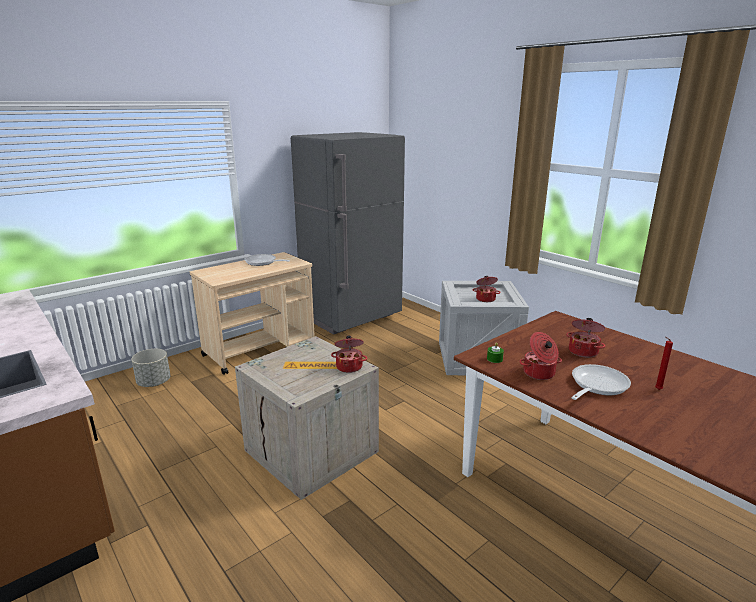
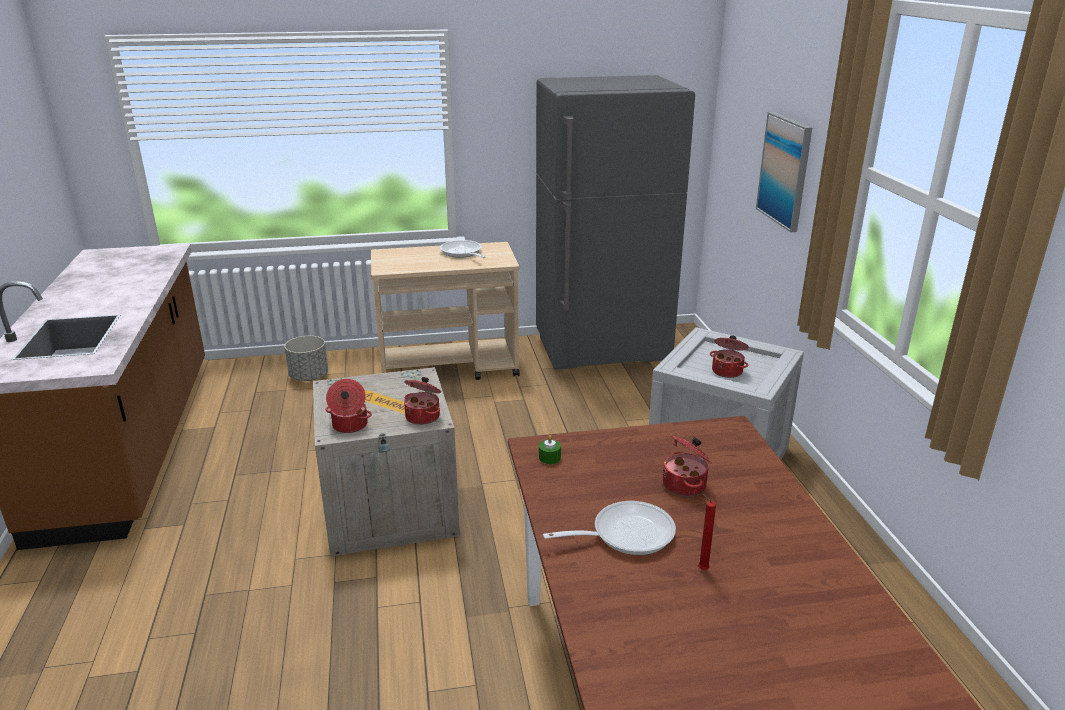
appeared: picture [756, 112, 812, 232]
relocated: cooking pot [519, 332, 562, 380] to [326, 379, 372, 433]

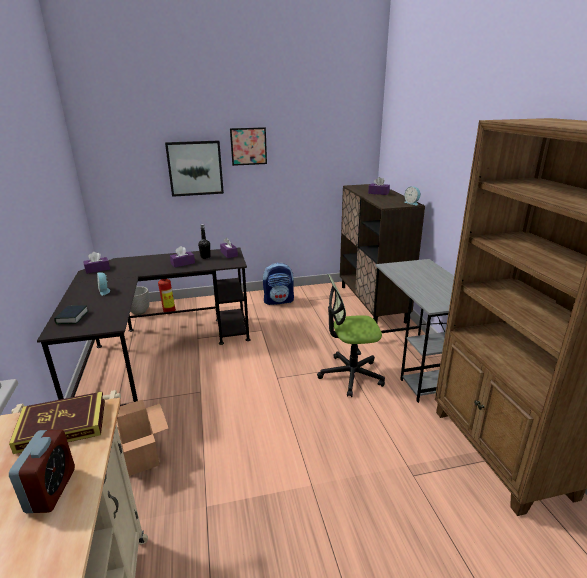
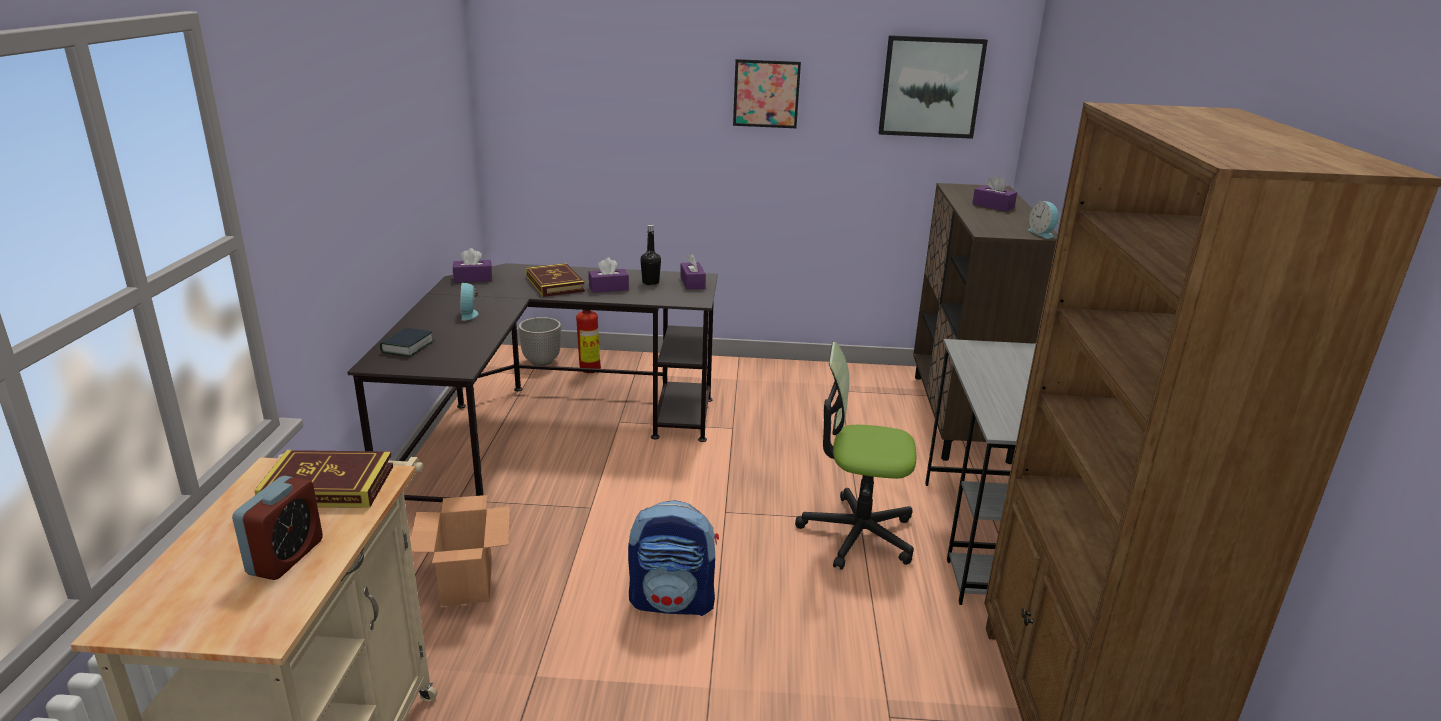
appeared: book [526, 263, 585, 297]
relocated: picture [165, 140, 224, 197] to [879, 35, 988, 139]; backpack [263, 263, 294, 305] to [628, 500, 719, 616]

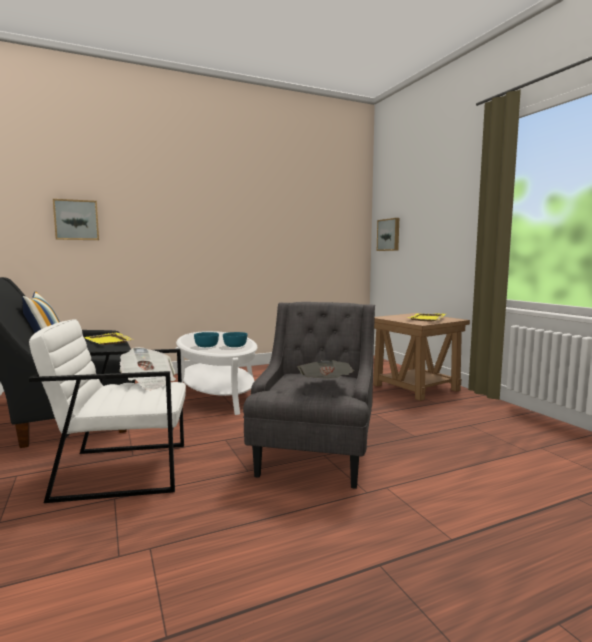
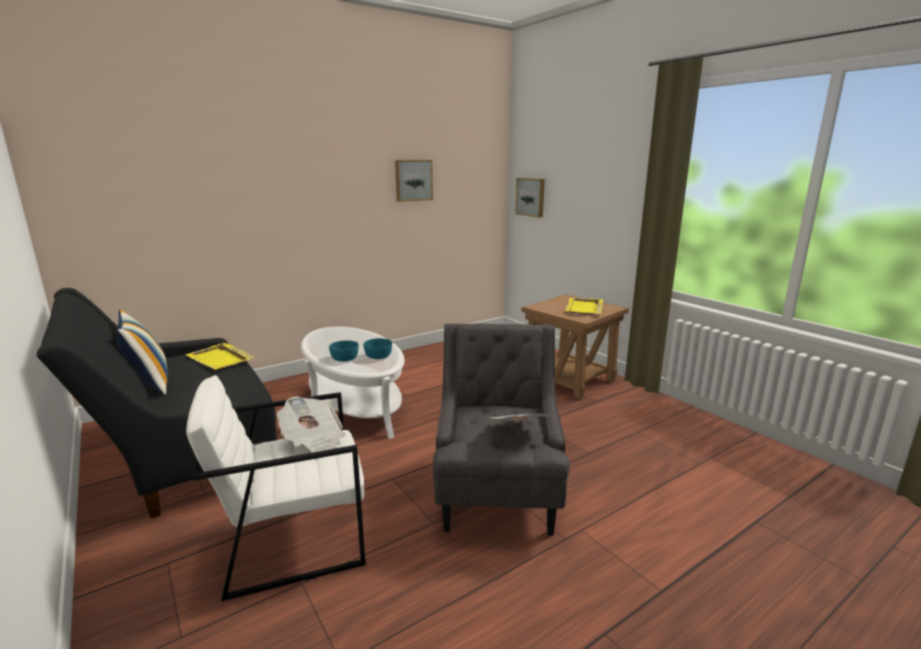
relocated: picture [53, 199, 99, 240] to [395, 160, 433, 202]

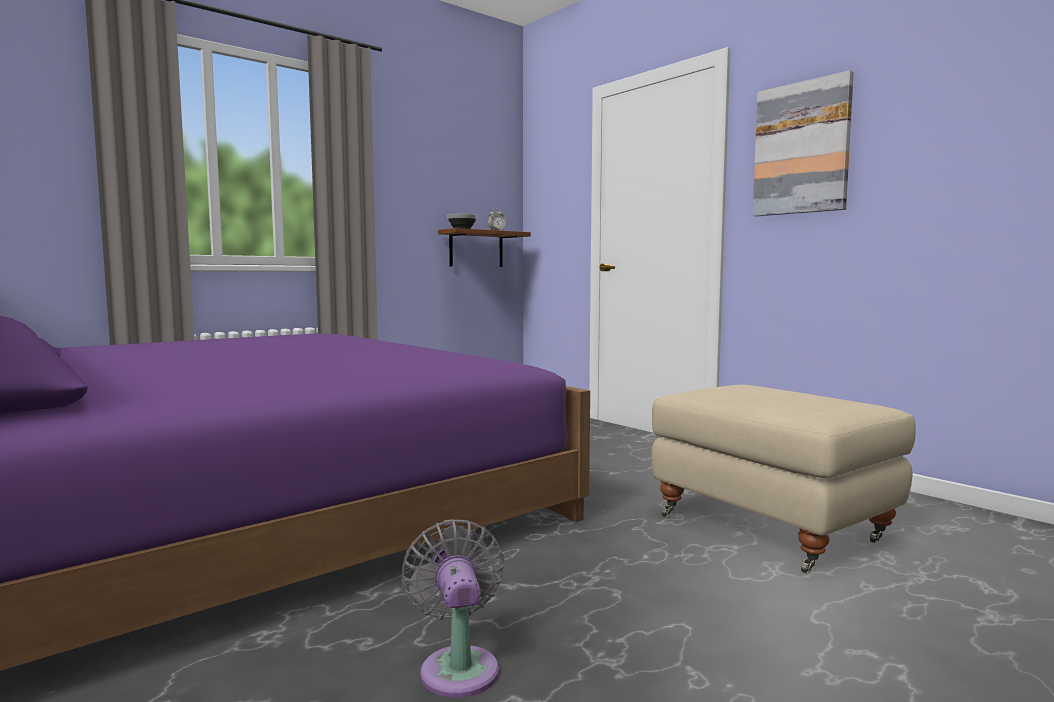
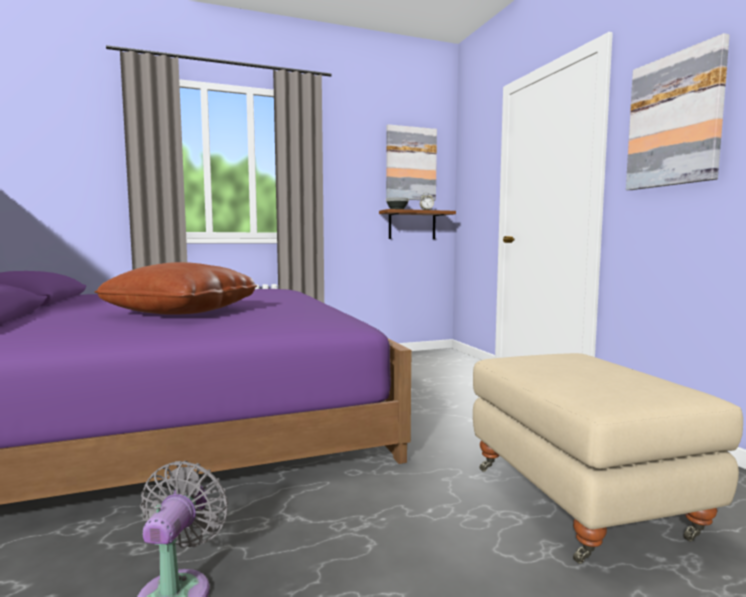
appeared: pillow (brown) [95, 262, 257, 315]; picture [386, 124, 437, 201]

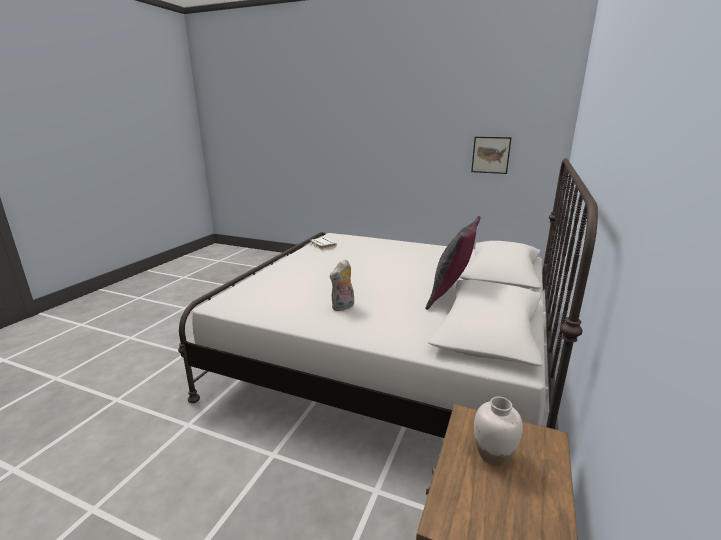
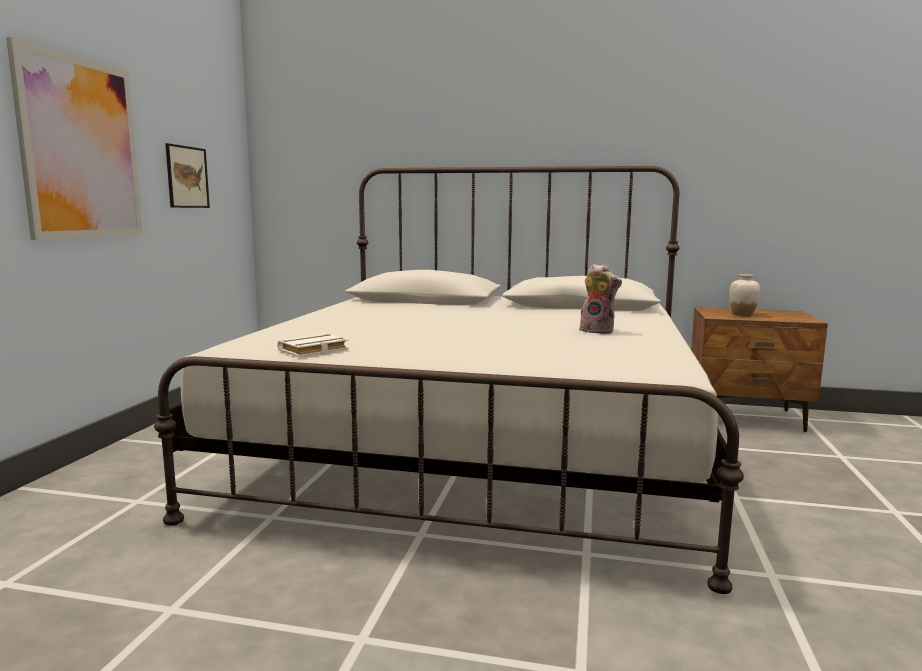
missing: pillow (grey) [426, 216, 481, 310]
appeared: picture [6, 37, 143, 240]

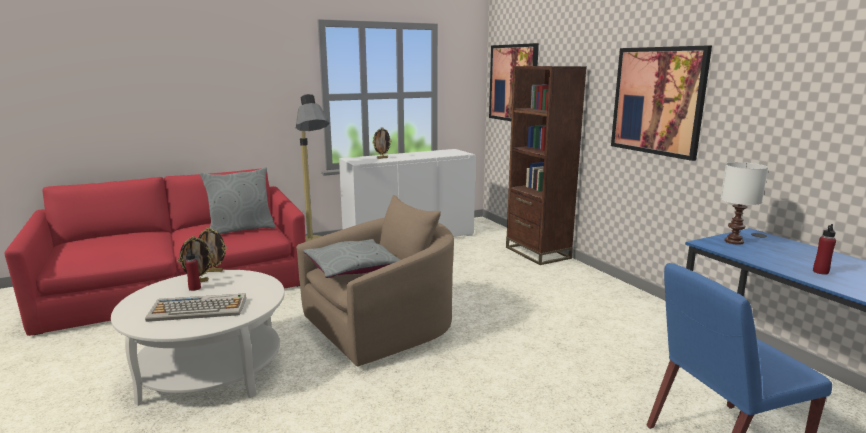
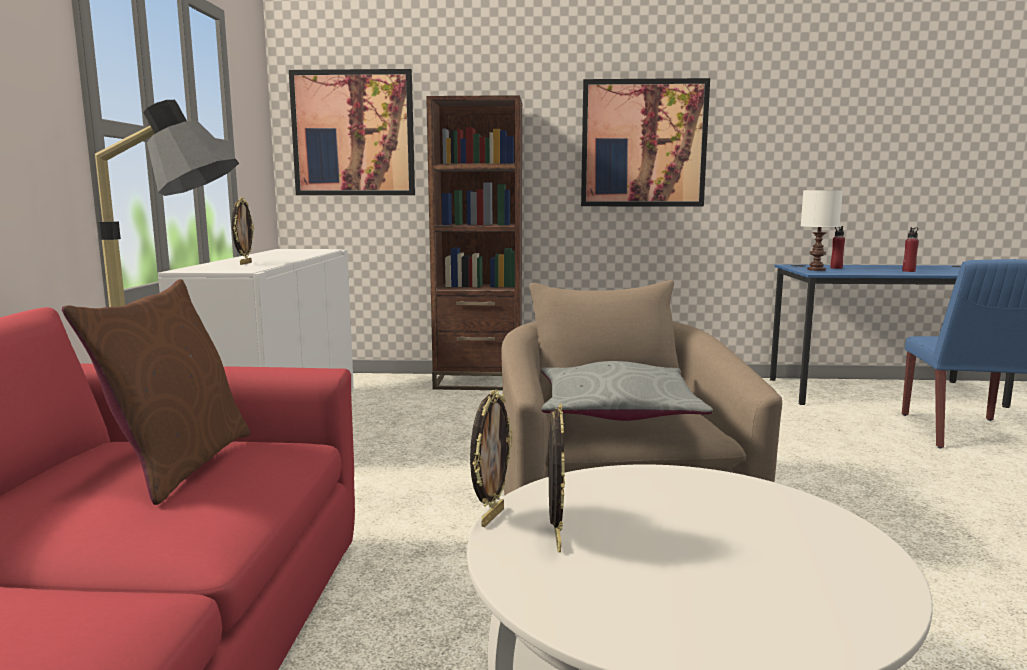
missing: keyboard [145, 293, 246, 322]
relocated: bottle (red) [185, 248, 201, 291] to [830, 226, 845, 269]
colour: pillow (grey) [200, 167, 275, 234] to pillow (brown) [62, 279, 250, 505]

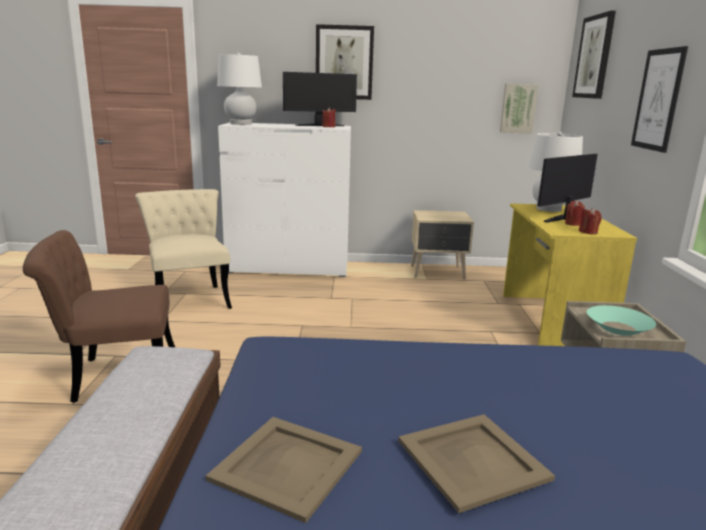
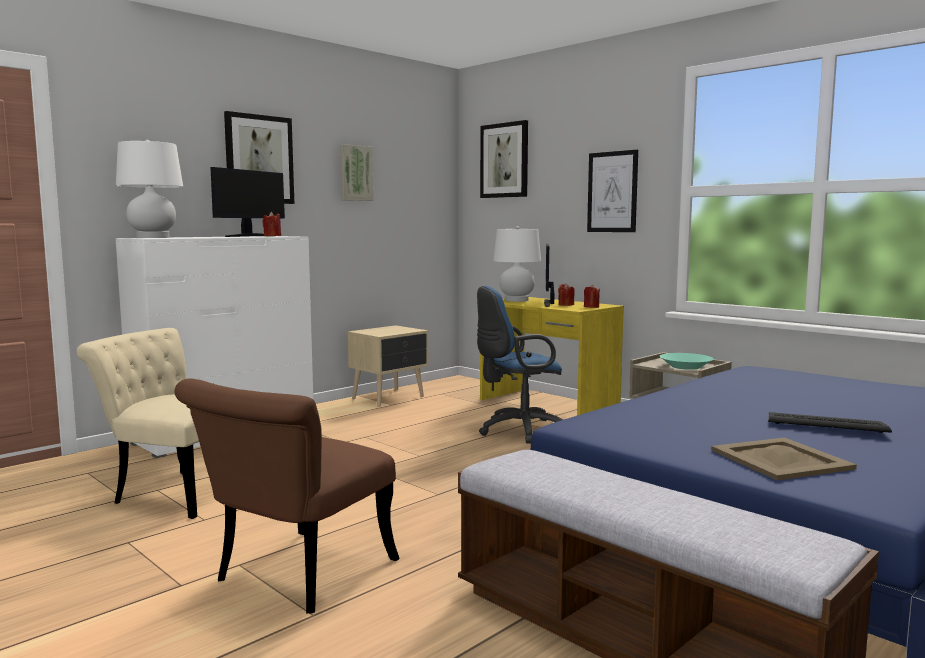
appeared: office chair (blue) [477, 286, 563, 444]
relocated: picture [500, 84, 538, 134] to [340, 144, 373, 201]
exchanged: tray (beige) [398, 414, 555, 513] to keyboard [768, 412, 892, 433]

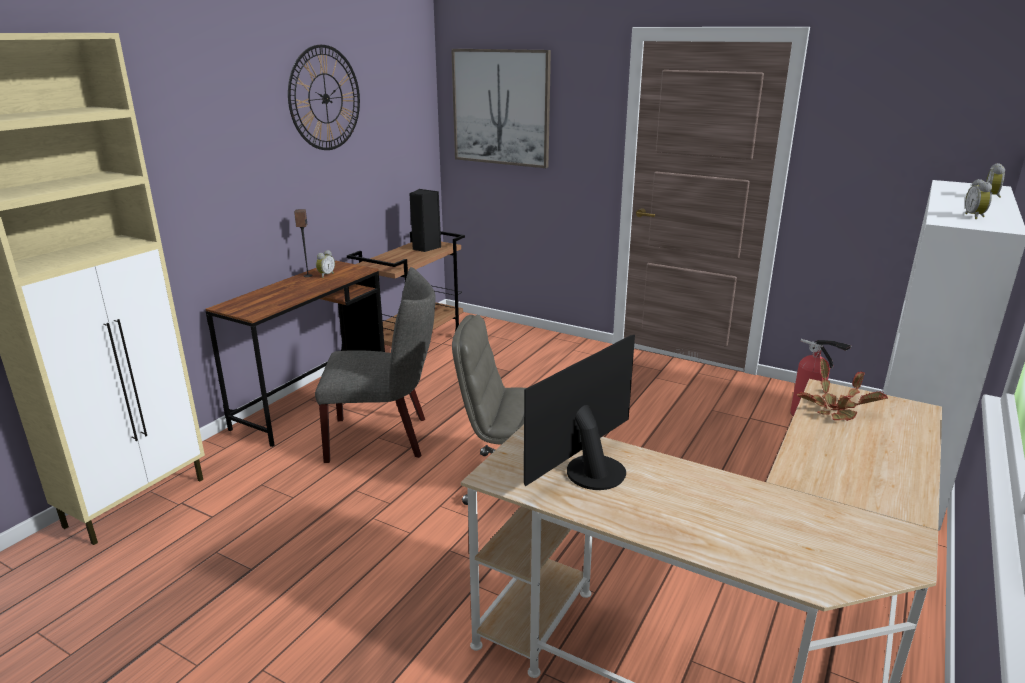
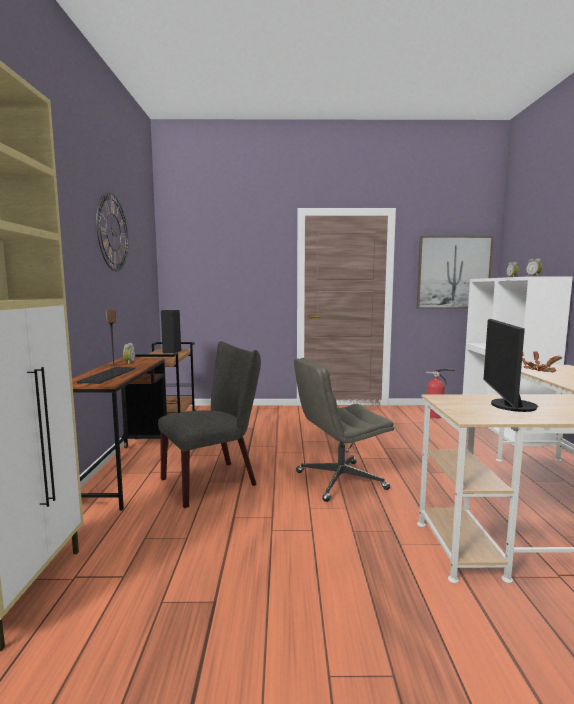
appeared: keyboard [77, 367, 136, 384]
relocated: picture [451, 49, 551, 168] to [417, 236, 494, 309]

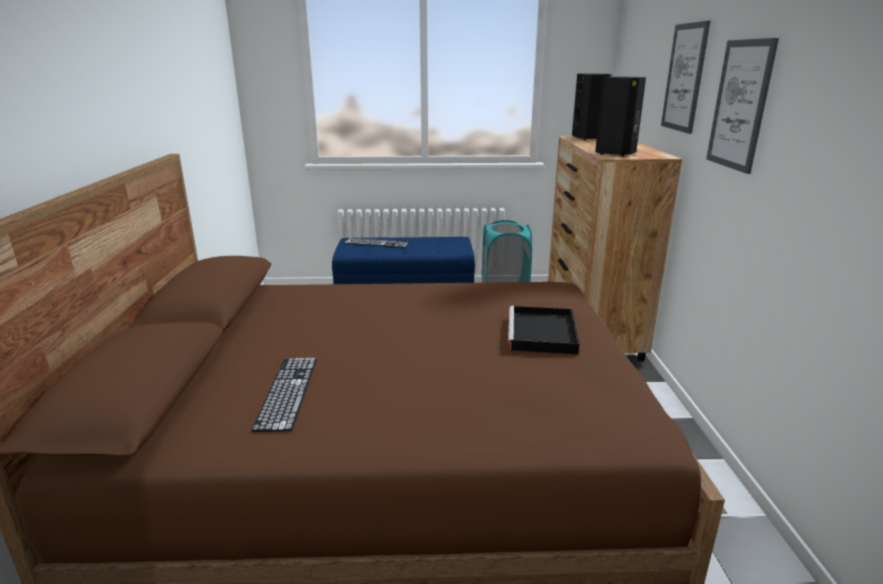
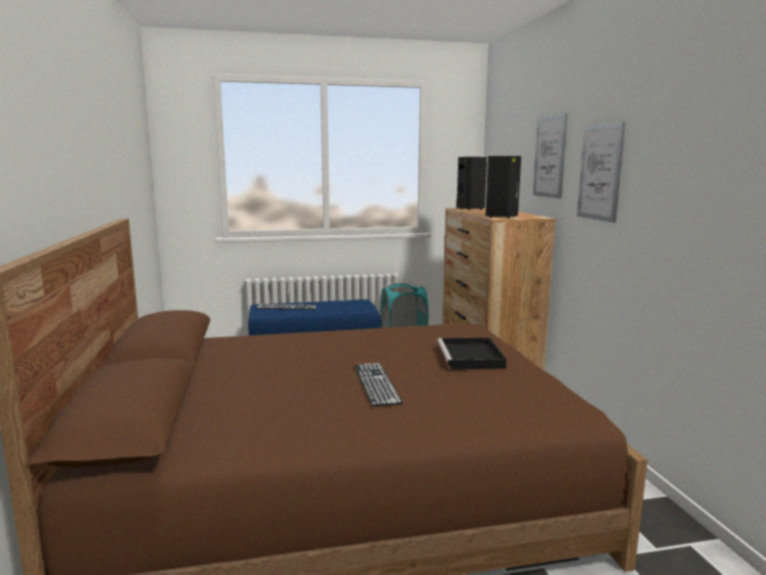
relocated: keyboard [251, 358, 317, 432] to [354, 363, 403, 406]

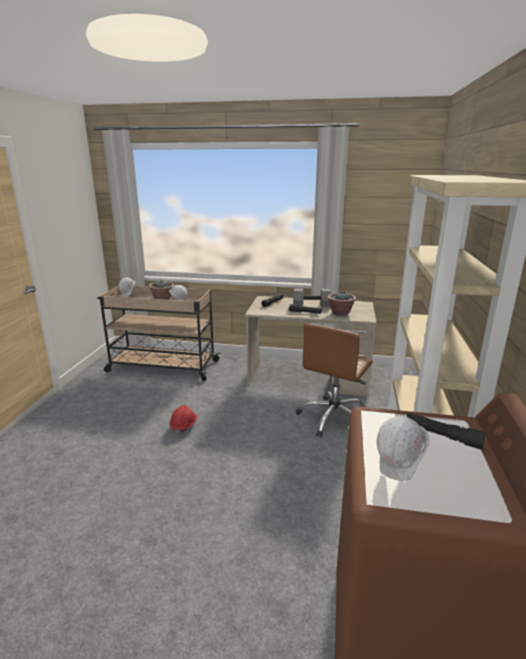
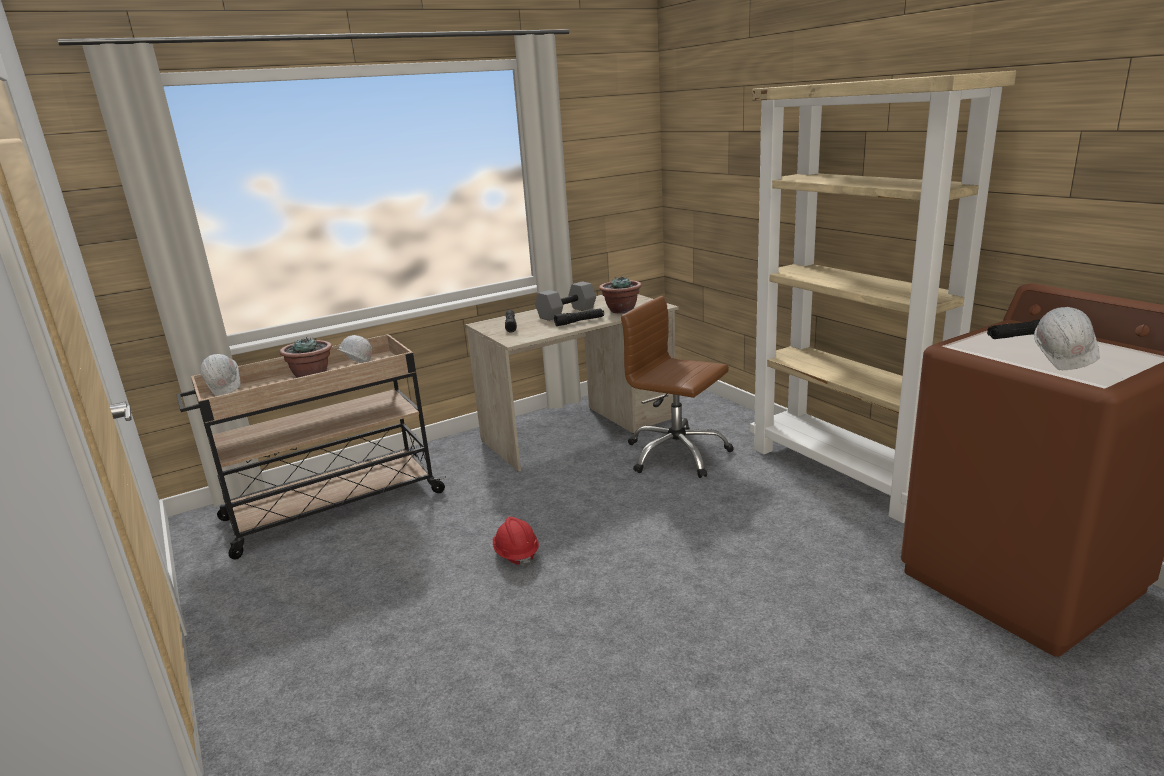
spun: office chair (brown) [296, 323, 373, 437] = [621, 296, 734, 478] 135 degrees clockwise

